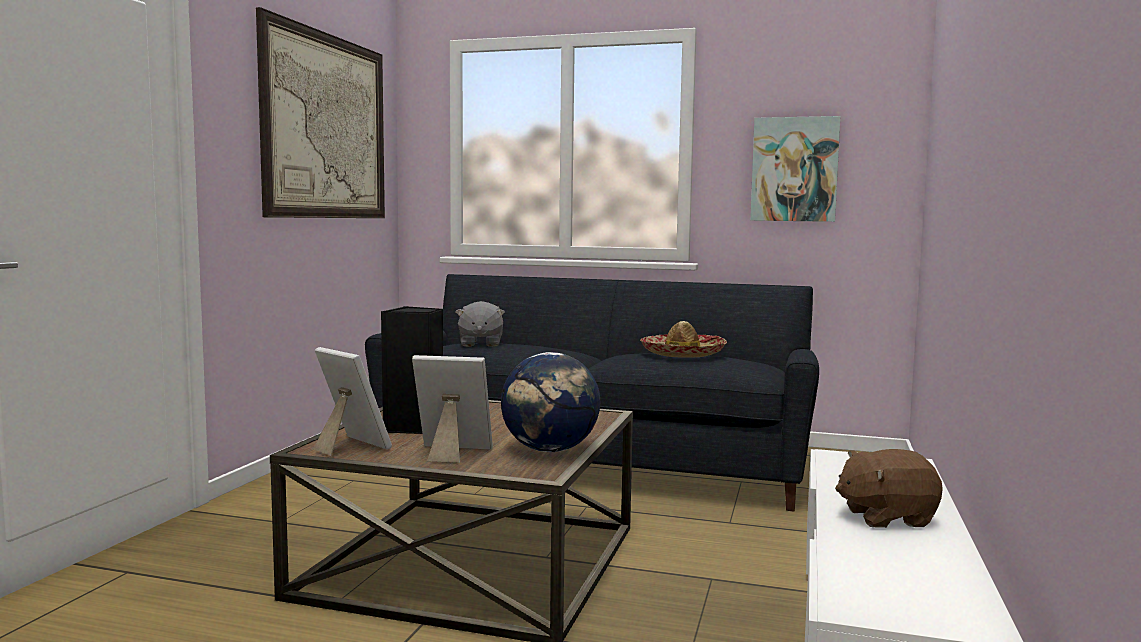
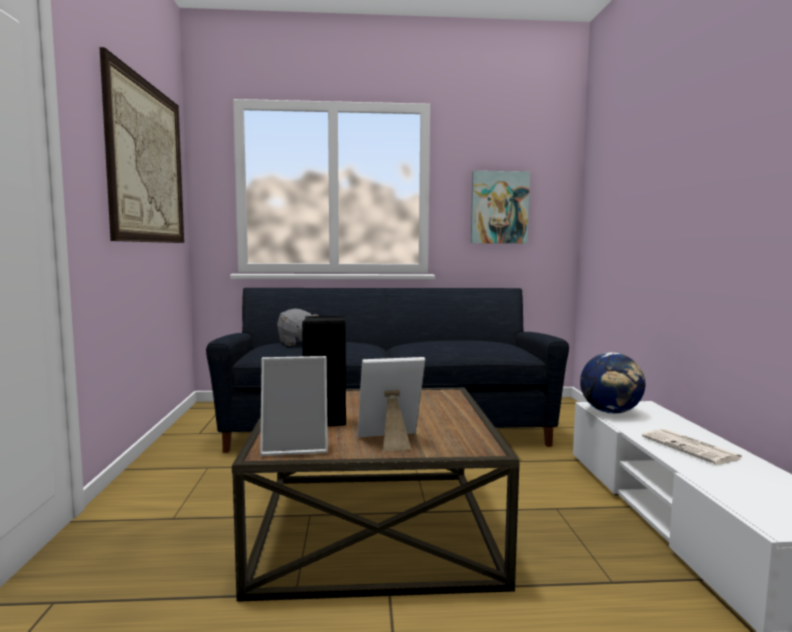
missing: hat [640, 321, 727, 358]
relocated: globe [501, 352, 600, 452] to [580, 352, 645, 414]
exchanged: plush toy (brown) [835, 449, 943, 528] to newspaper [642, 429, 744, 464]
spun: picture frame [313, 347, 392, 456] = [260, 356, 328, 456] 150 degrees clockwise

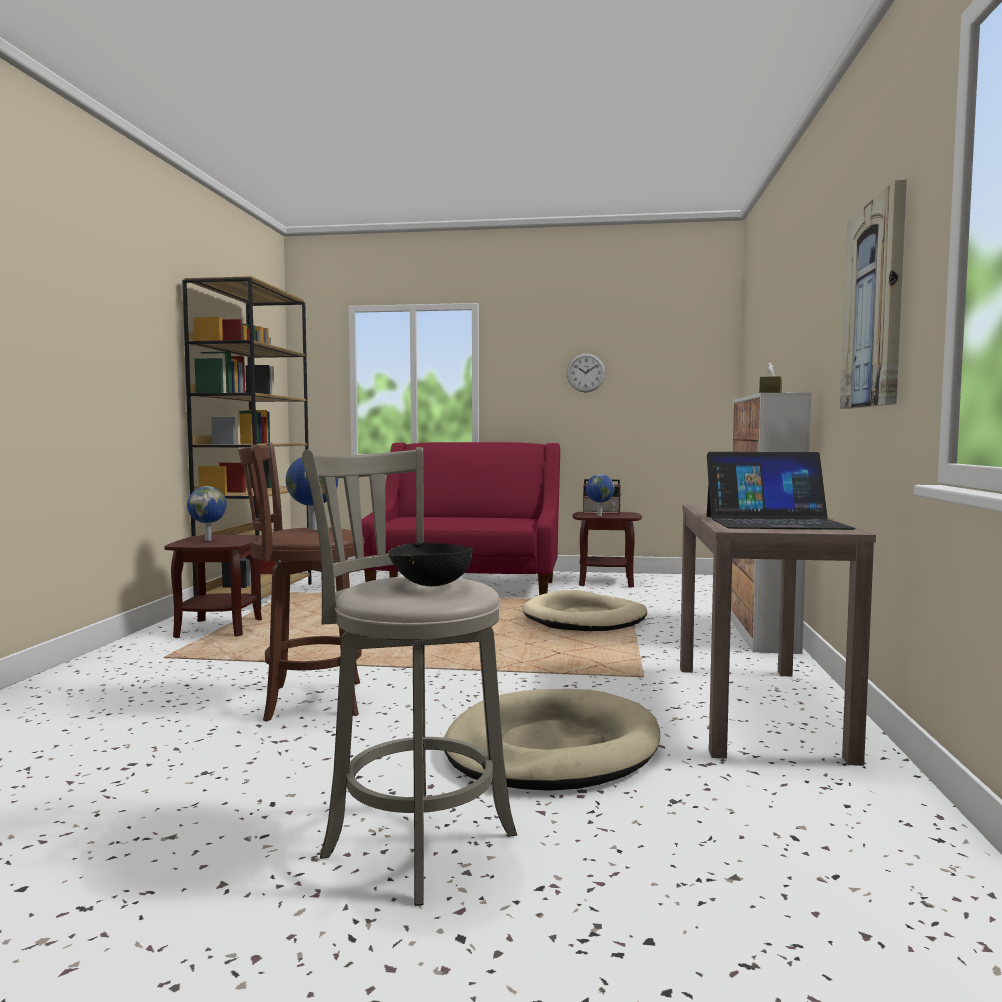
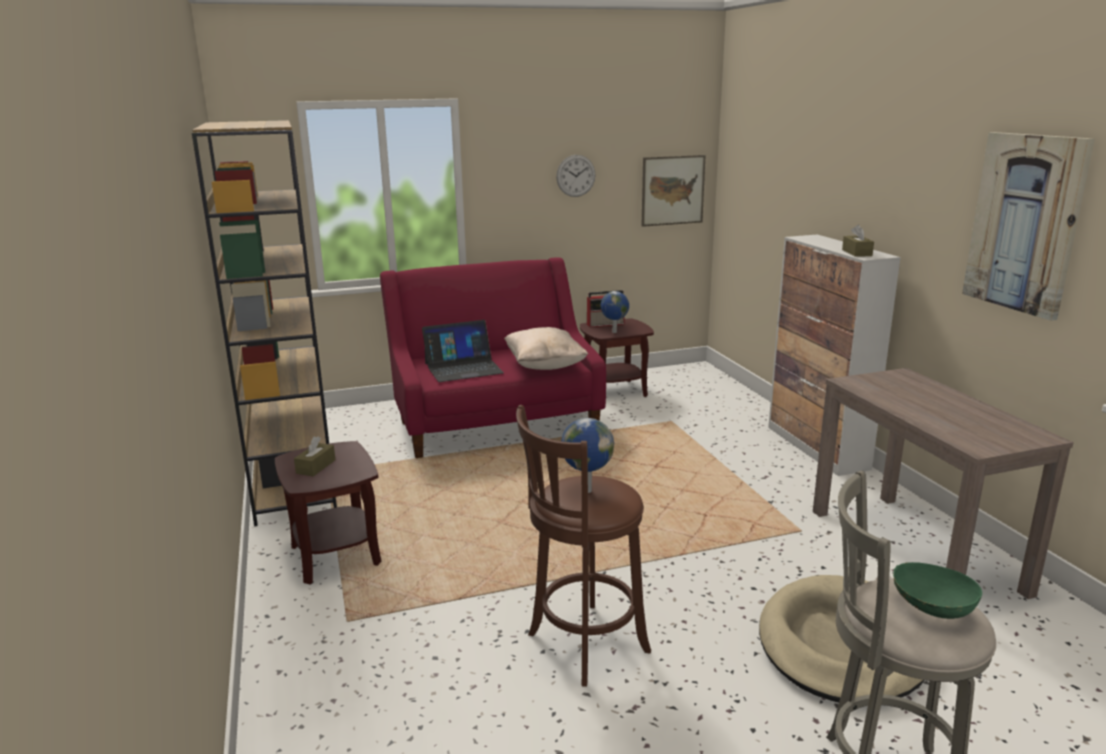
missing: dog bed (beige) [522, 590, 647, 631]
appeared: pillow (beige) [504, 327, 588, 370]; picture [641, 155, 706, 227]
relocated: laptop [707, 452, 856, 530] to [422, 320, 504, 382]
exchanged: globe [187, 486, 227, 541] to tissue box (brown) [294, 436, 335, 476]
colour: bowl (black) [387, 542, 473, 586] to bowl (green) [893, 562, 982, 619]

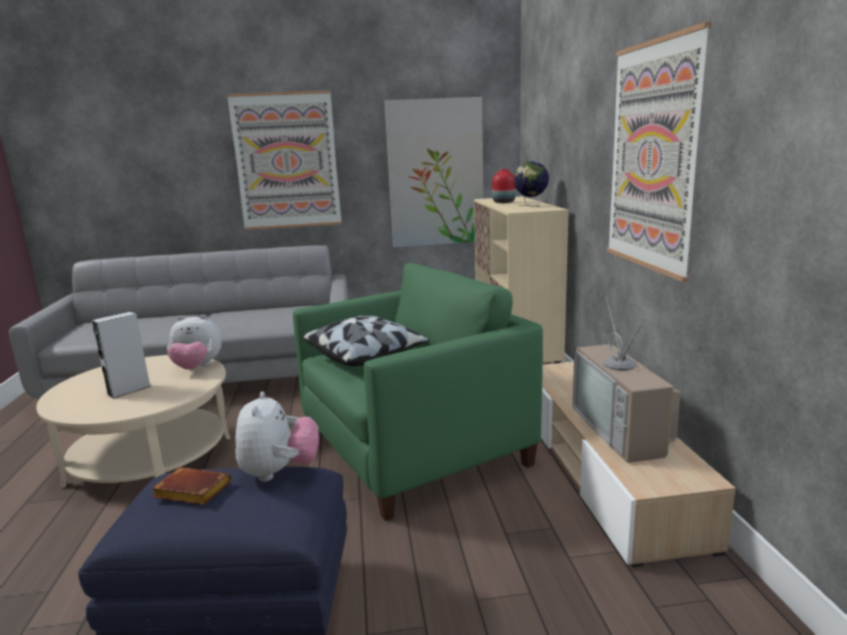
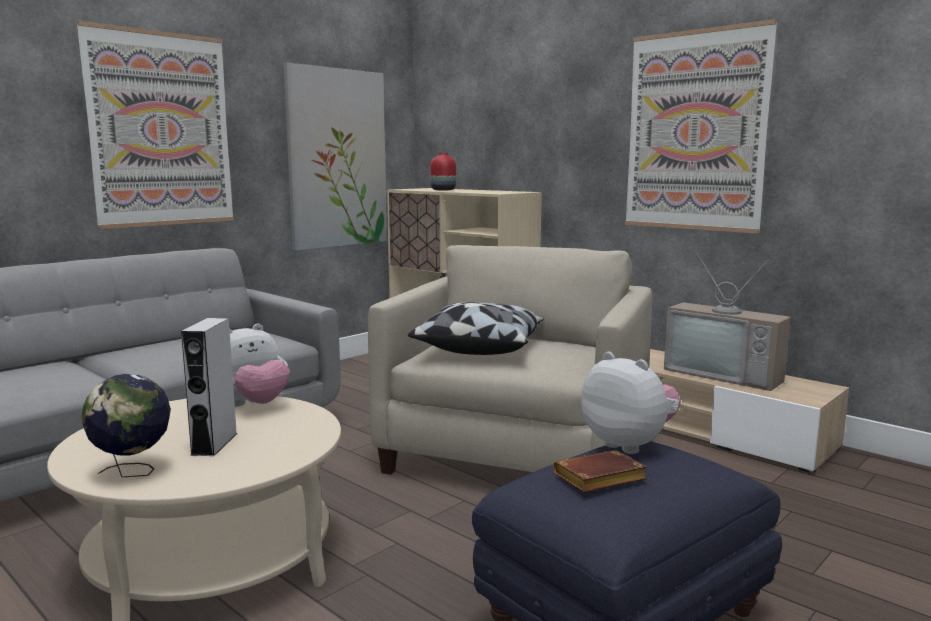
relocated: globe [514, 161, 549, 207] to [81, 374, 171, 477]
colour: armchair (green) [293, 263, 543, 521] to armchair (beige) [368, 245, 652, 475]

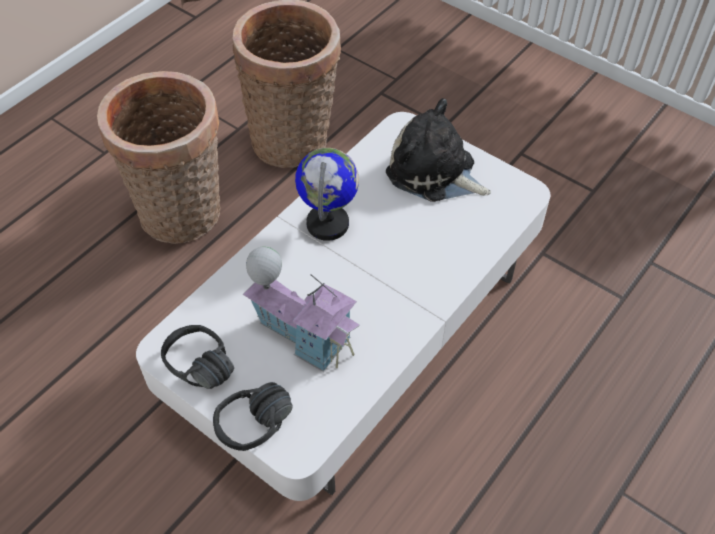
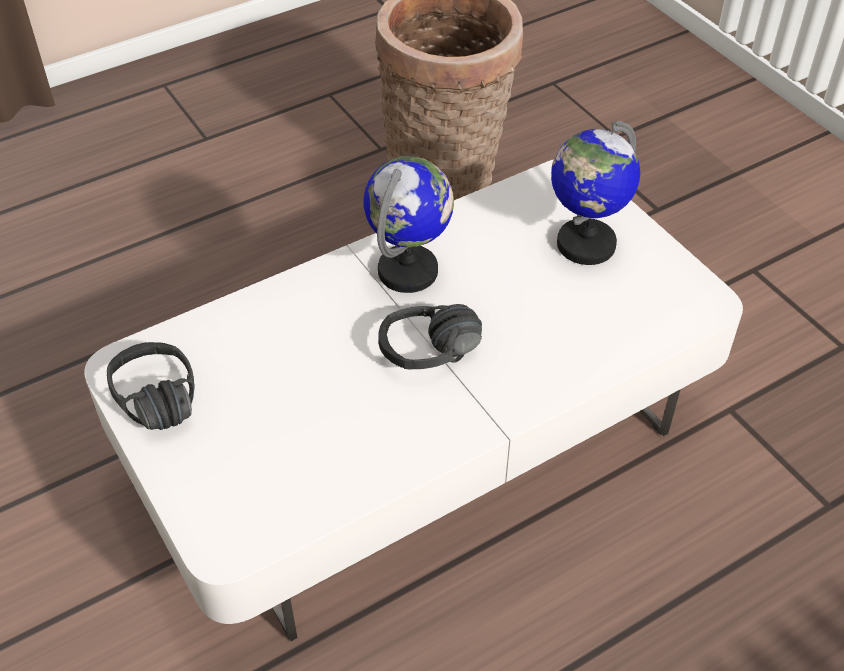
missing: basket [97, 71, 220, 244]; toy house [243, 246, 360, 372]
relocated: headphones (black) [213, 382, 292, 451] to [378, 304, 482, 369]
exchanged: plush toy [386, 98, 491, 202] to globe [551, 121, 640, 265]

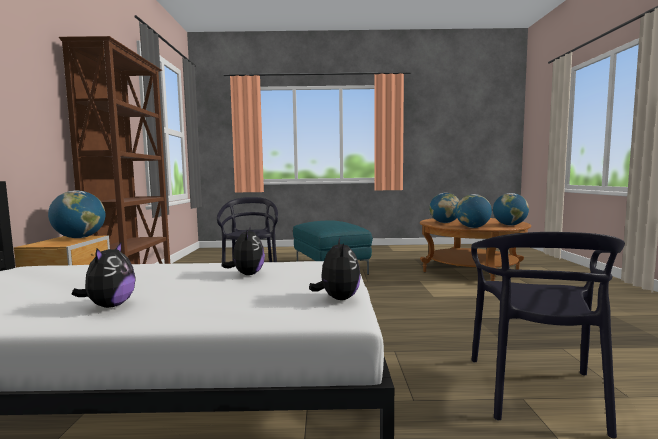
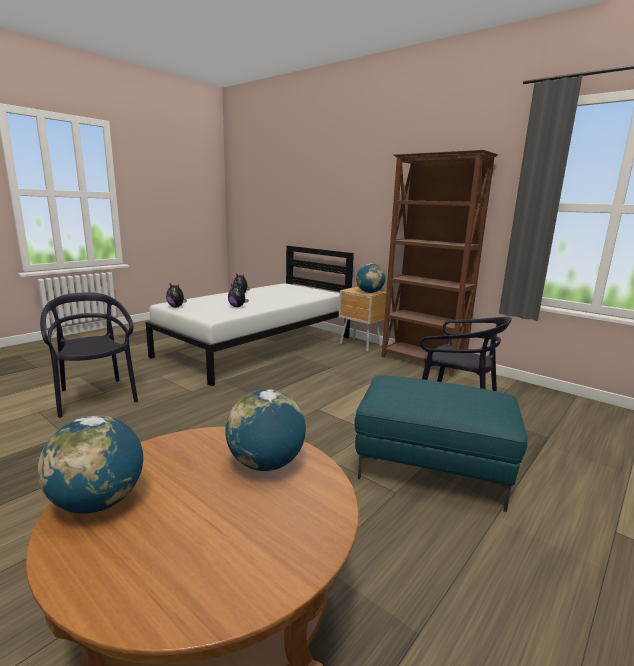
missing: globe [456, 194, 492, 228]

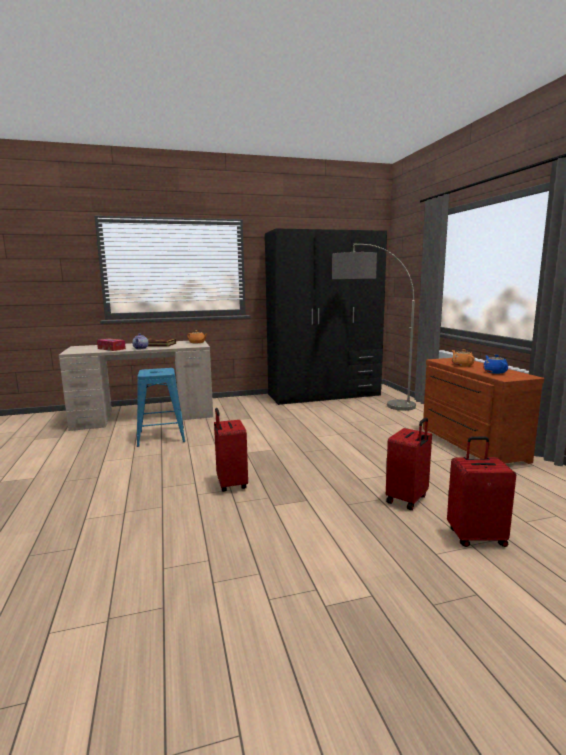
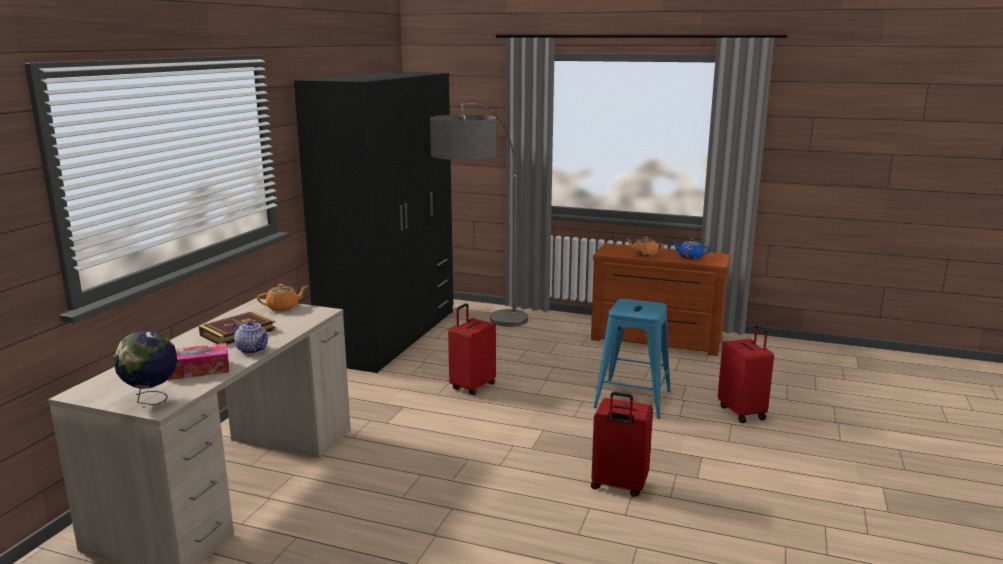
appeared: globe [113, 330, 177, 405]
relocated: stool (blue) [137, 368, 185, 447] to [593, 299, 671, 419]; suitcase (red) [447, 437, 516, 547] to [448, 304, 496, 395]

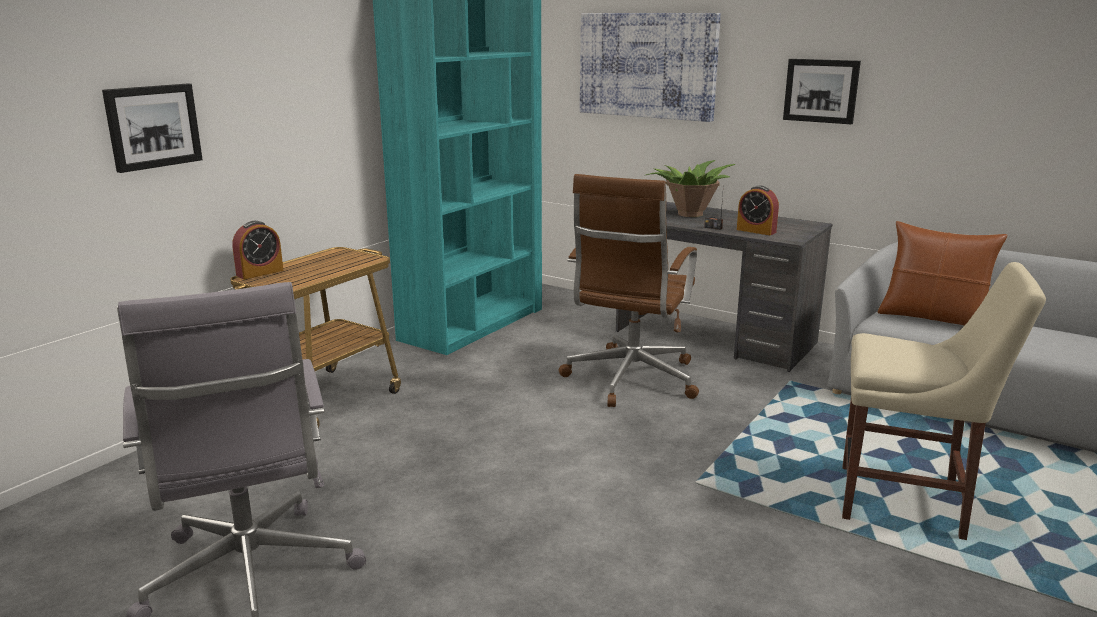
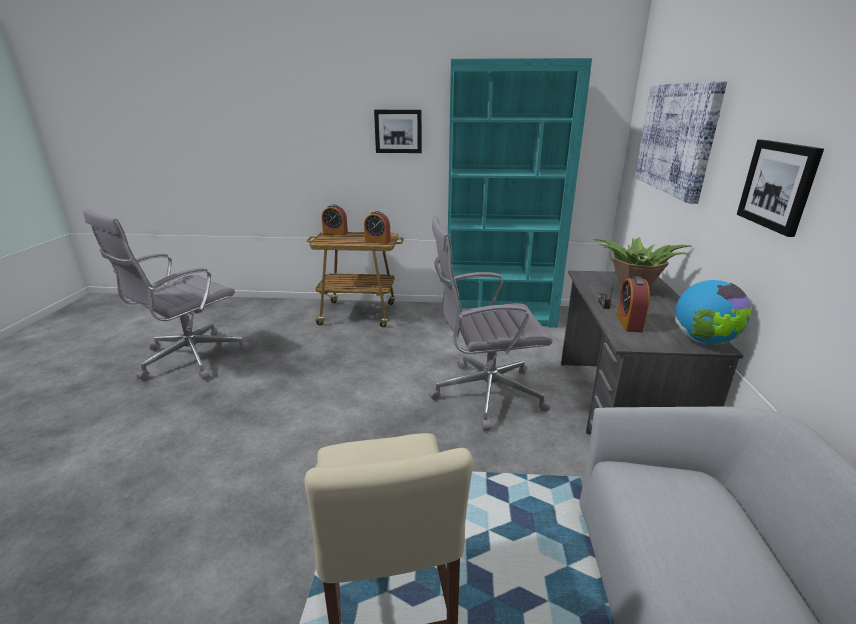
missing: pillow (brown) [878, 221, 1007, 326]
appeared: alarm clock [364, 211, 391, 244]; globe [675, 280, 751, 345]
relocated: picture [102, 83, 203, 173] to [374, 110, 422, 153]
colour: office chair (brown) [559, 174, 699, 407] to office chair (grey) [429, 215, 553, 431]

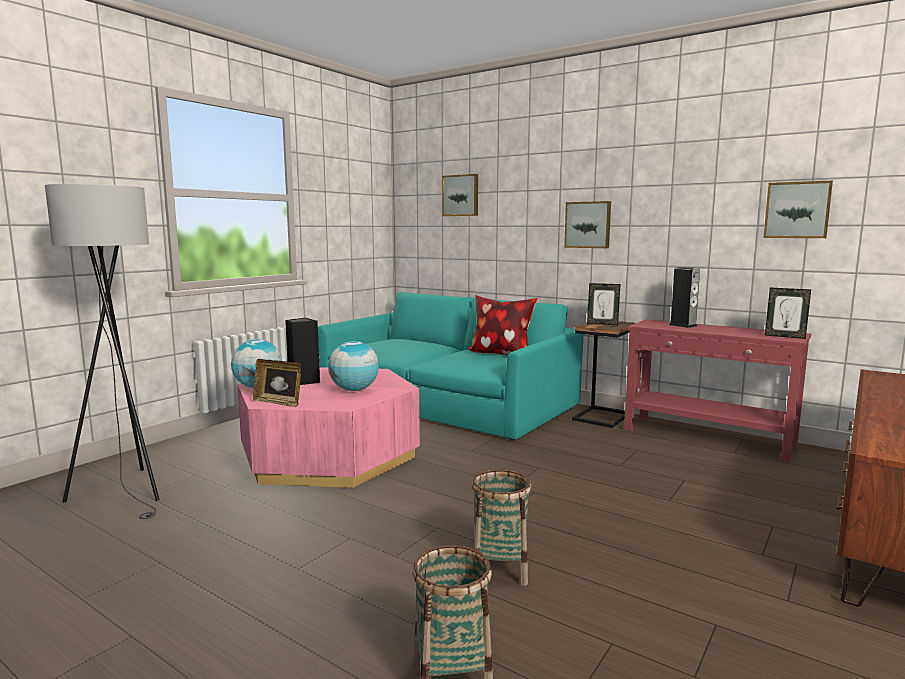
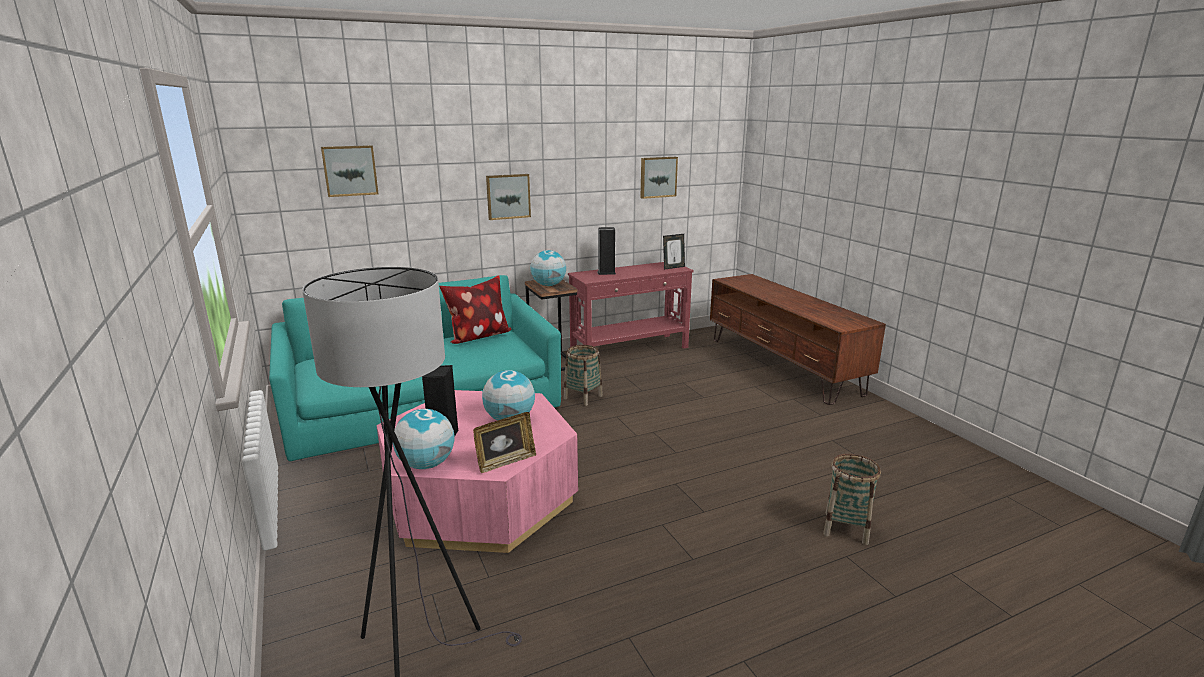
relocated: basket [472, 469, 531, 586] to [564, 345, 603, 406]
exchanged: picture frame [587, 283, 621, 325] to globe [530, 250, 566, 286]

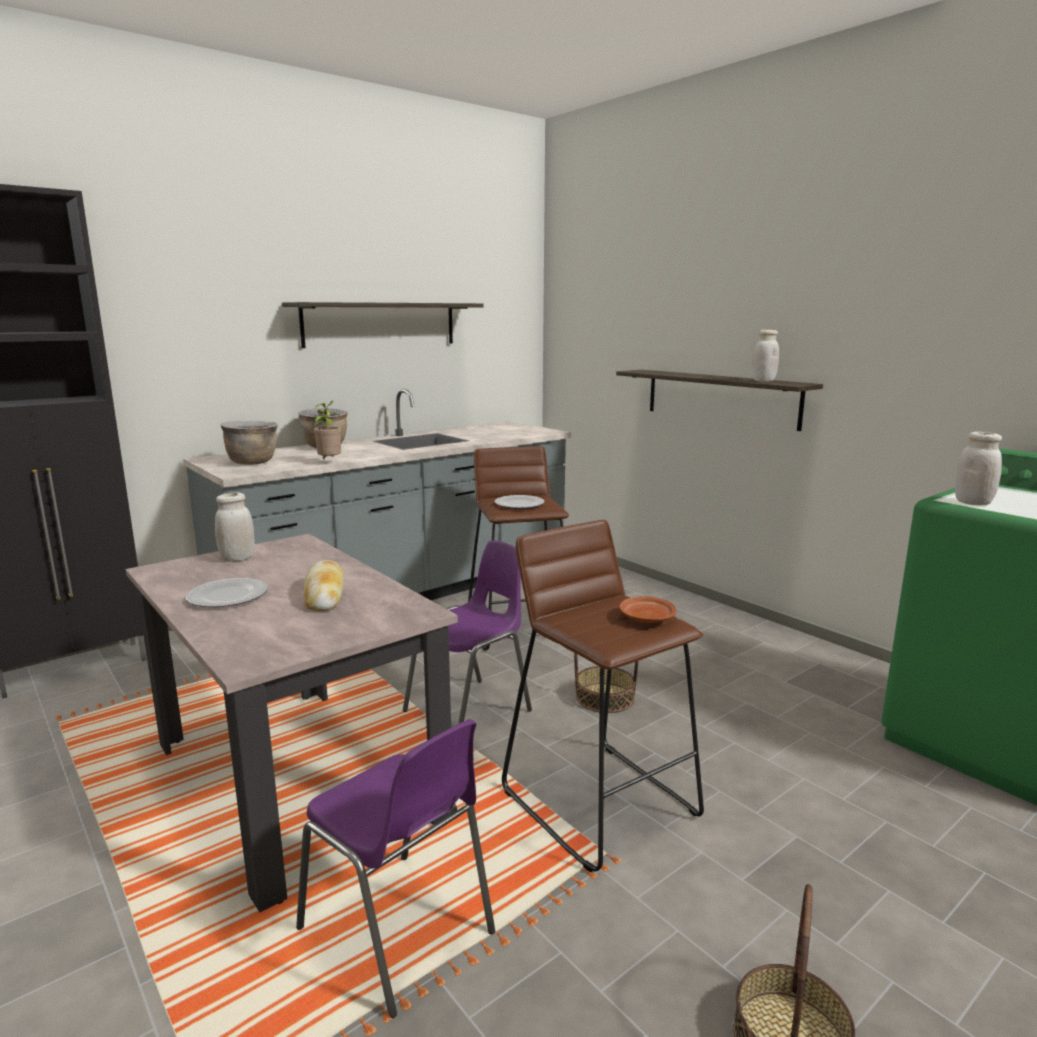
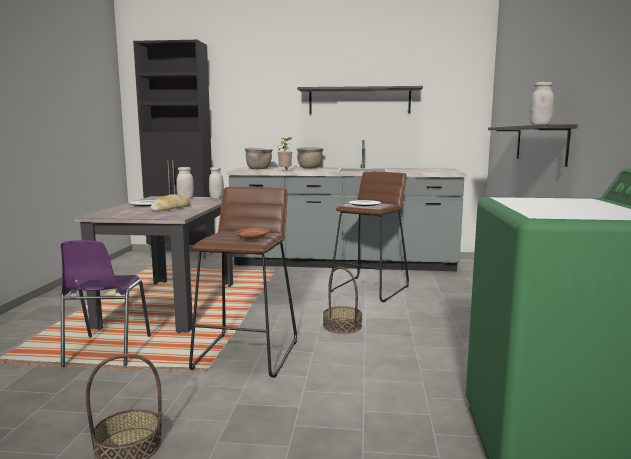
missing: chair (purple) [403, 540, 532, 724]
relocated: jar (white) [955, 432, 1002, 505] to [209, 167, 224, 199]

